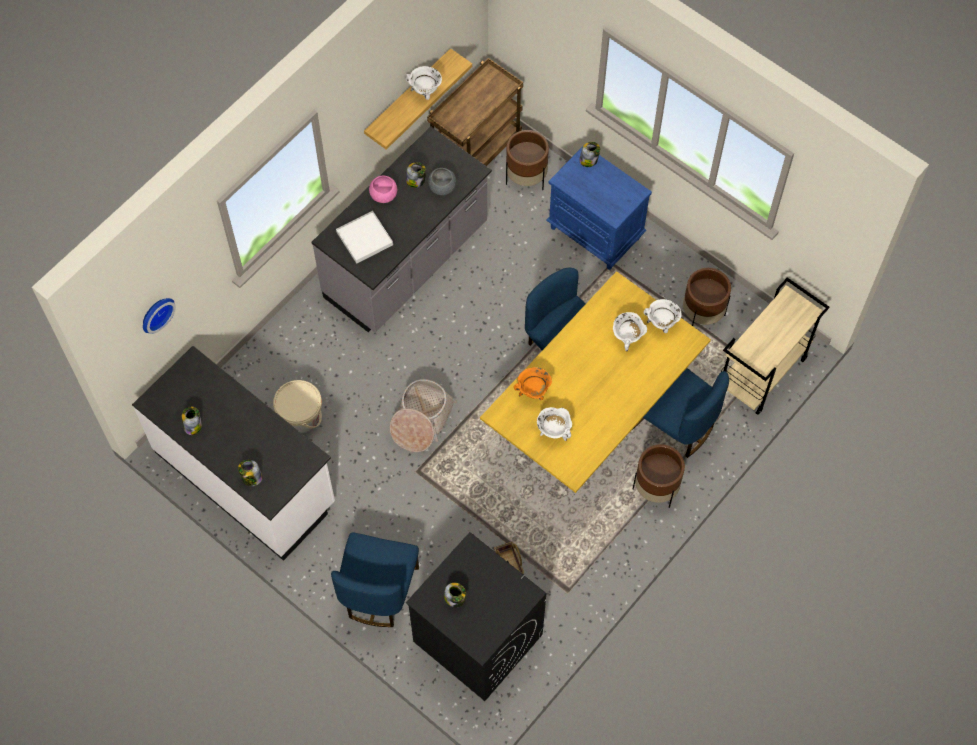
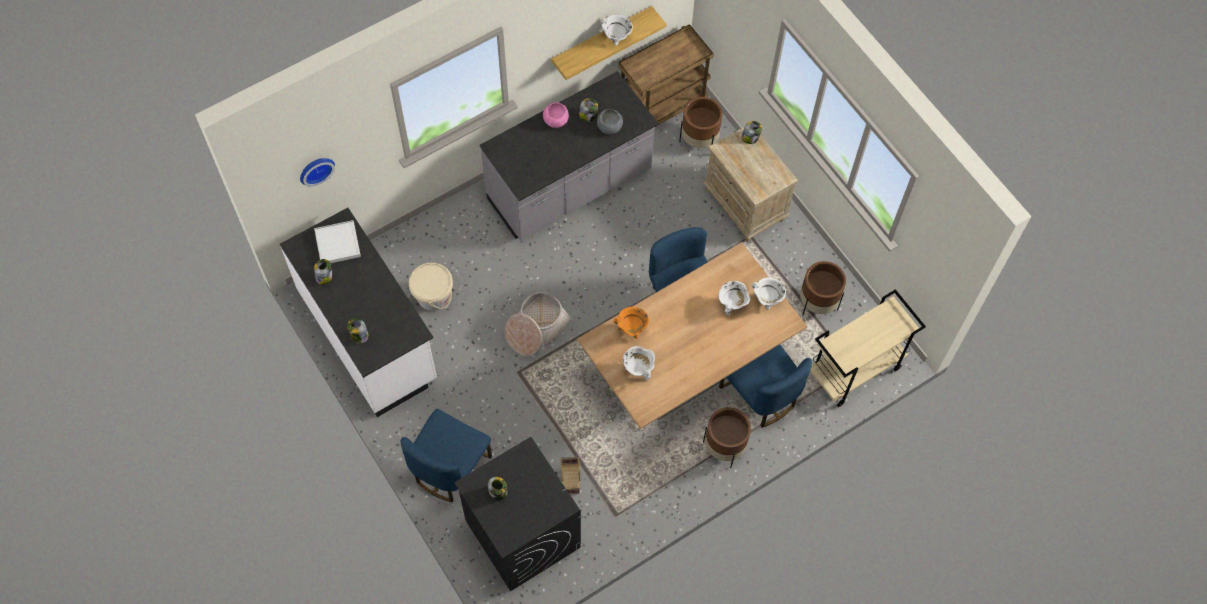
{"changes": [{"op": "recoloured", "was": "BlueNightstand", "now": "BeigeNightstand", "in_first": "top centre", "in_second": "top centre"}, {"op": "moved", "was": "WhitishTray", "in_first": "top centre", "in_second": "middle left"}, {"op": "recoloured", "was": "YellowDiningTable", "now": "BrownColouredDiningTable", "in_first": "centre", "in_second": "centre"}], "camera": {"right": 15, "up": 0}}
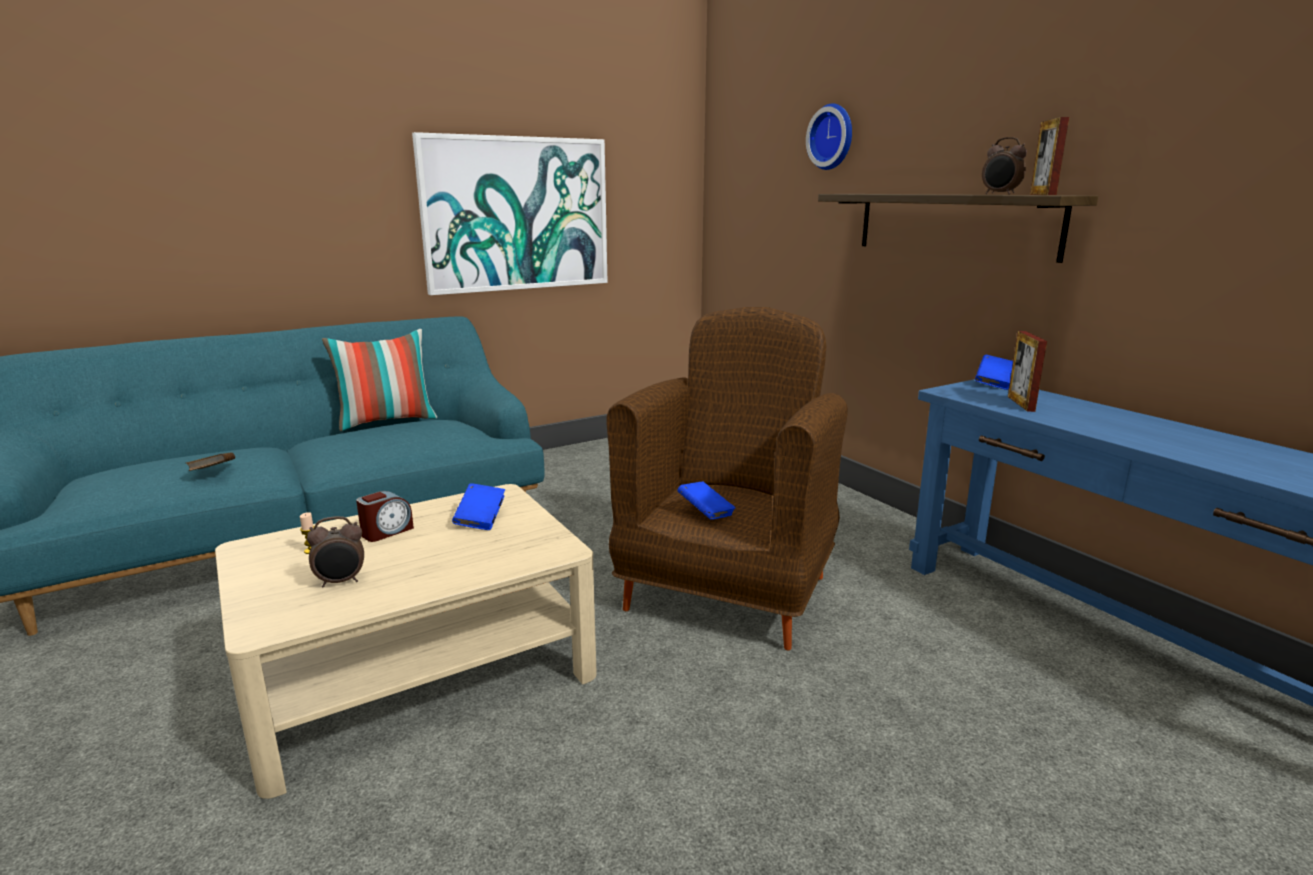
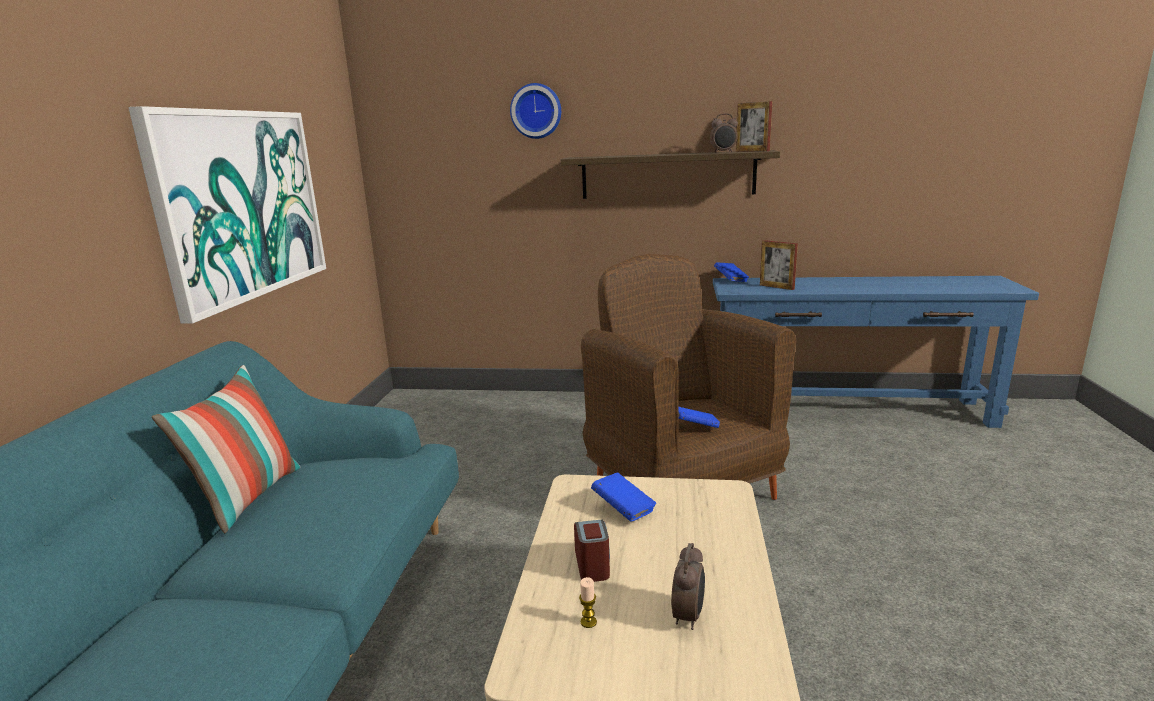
{"changes": [{"op": "removed", "was": "BrownColouredBook", "in_first": "middle left"}], "camera": {"right": -50, "up": 0}}
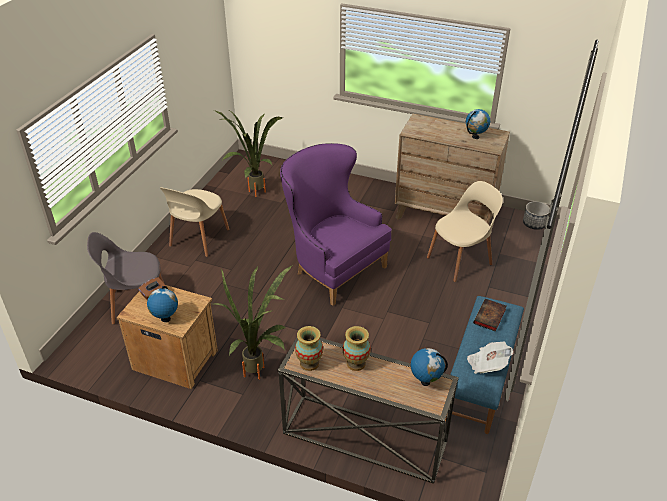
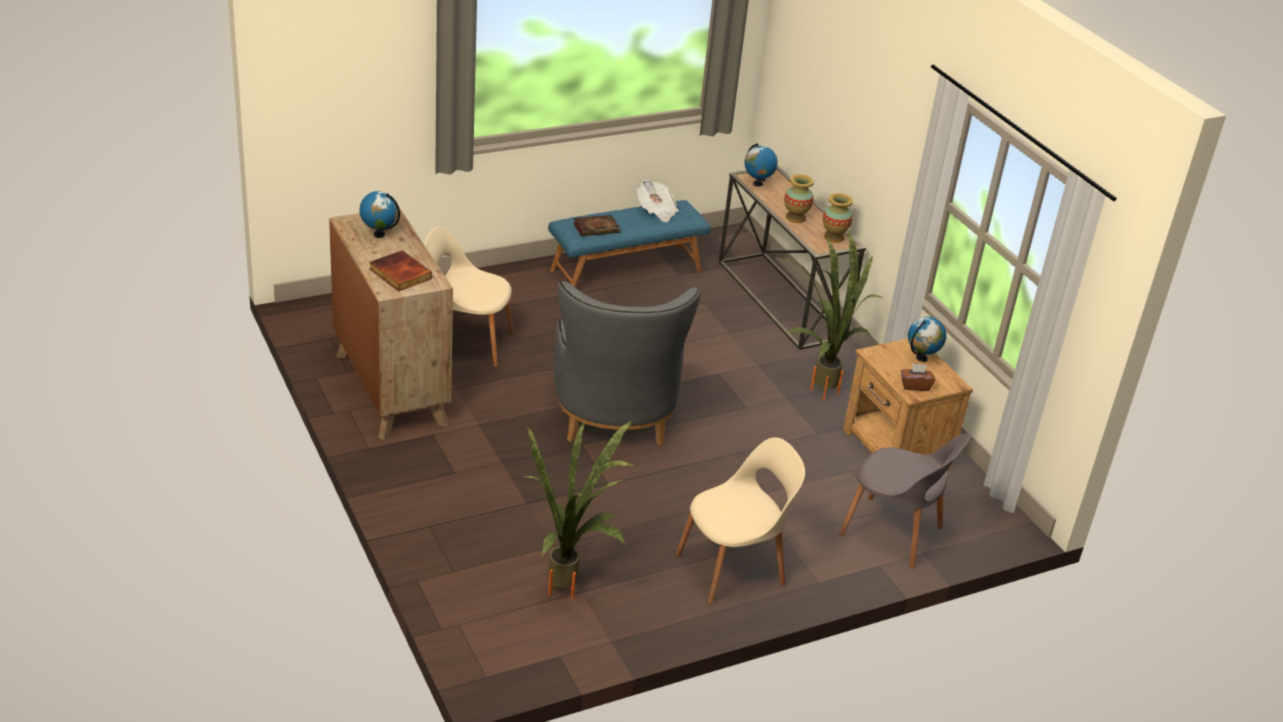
{"changes": [{"op": "recoloured", "was": "PurpleColouredEasyChair", "now": "GreyEasyChair", "in_first": "centre", "in_second": "centre"}, {"op": "removed", "was": "Planter", "in_first": "middle right"}, {"op": "added", "now": "Book (1st from left)", "in_second": "middle left"}], "camera": {"right": -140, "up": -5}}
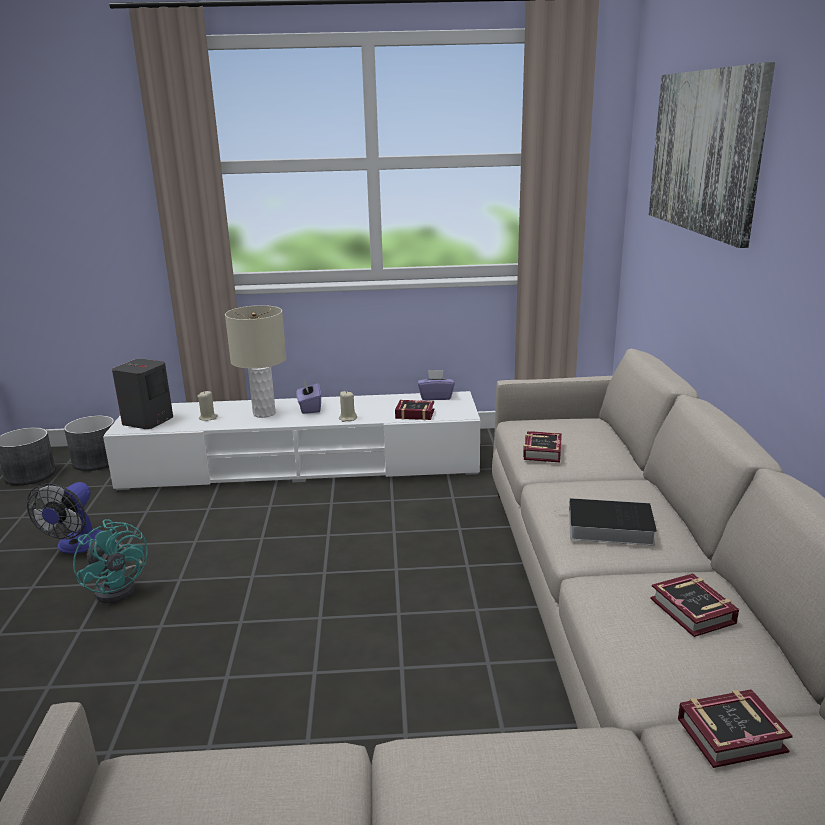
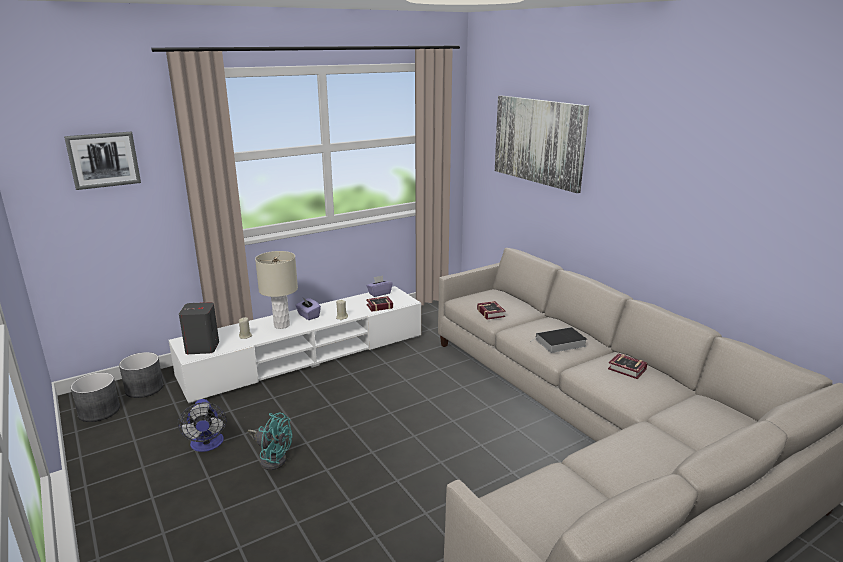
{"changes": [{"op": "removed", "was": "Book (5th from left)", "in_first": "bottom right"}, {"op": "added", "now": "WallArt (1st from left)", "in_second": "top left"}], "camera": {"right": -30, "up": 0}}
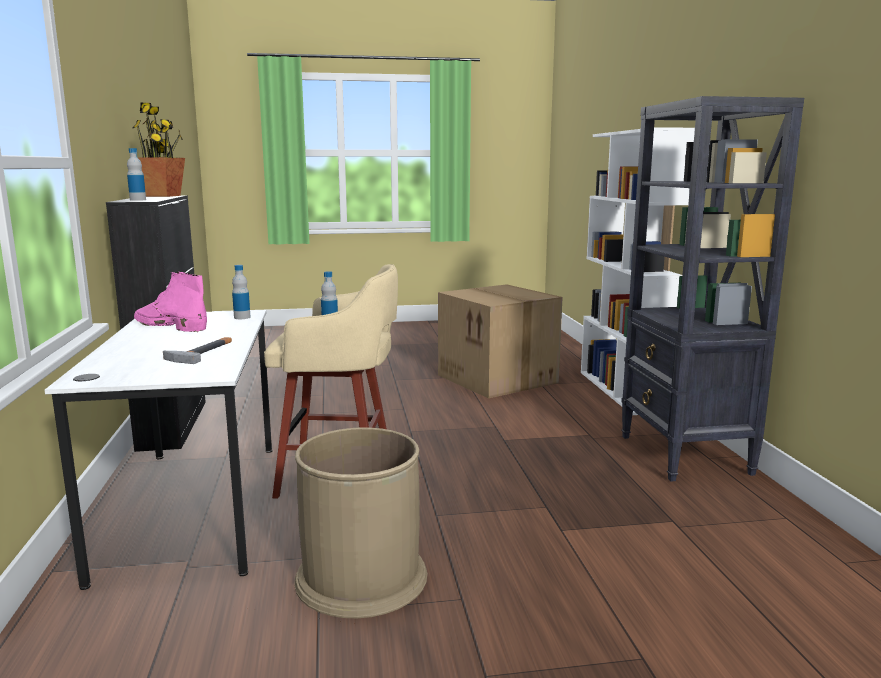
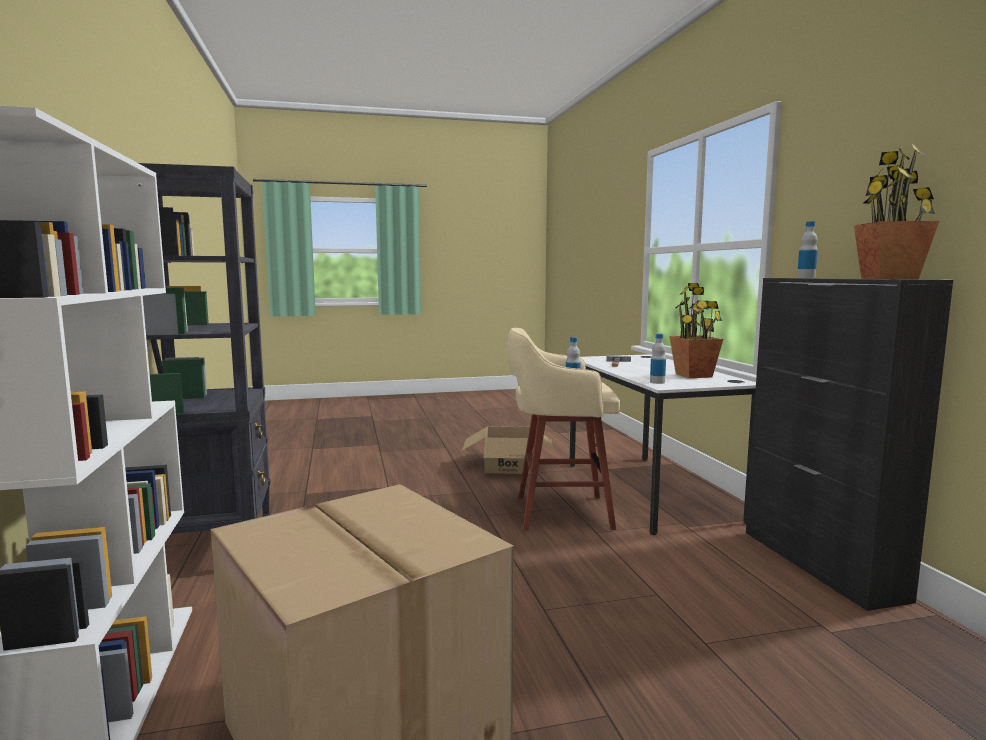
{"changes": [{"op": "replaced", "was": "PinkBoot", "now": "Houseplant (1st from left)", "in_first": "middle left", "in_second": "middle right"}, {"op": "replaced", "was": "BrownColouredWasteBin", "now": "CardboardBox (2nd from left)", "in_first": "bottom centre", "in_second": "centre"}], "camera": {"right": 175, "up": -5}}
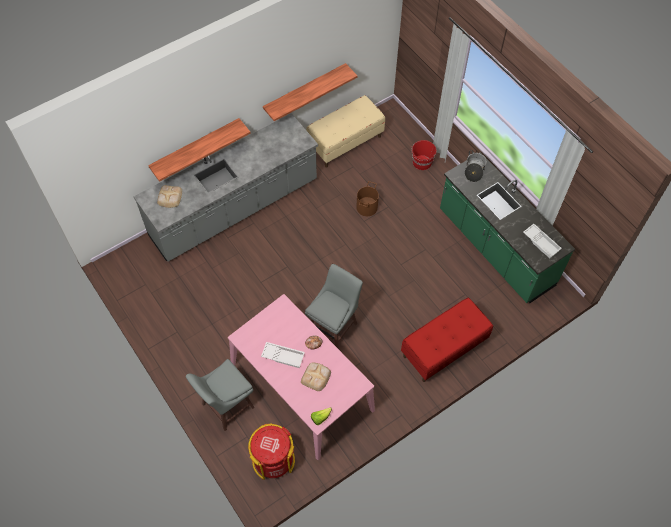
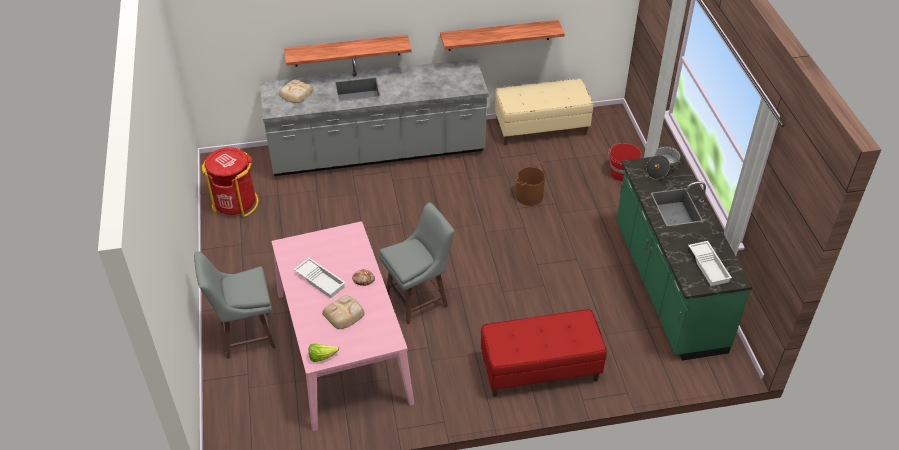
{"changes": [{"op": "moved", "was": "RedColouredWasteBin", "in_first": "bottom centre", "in_second": "middle left"}], "camera": {"right": 25, "up": -15}}
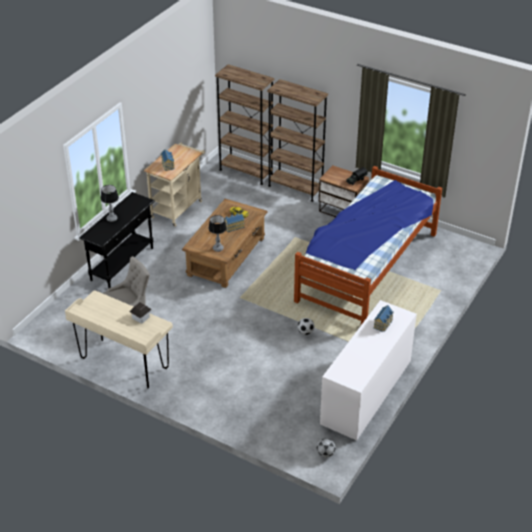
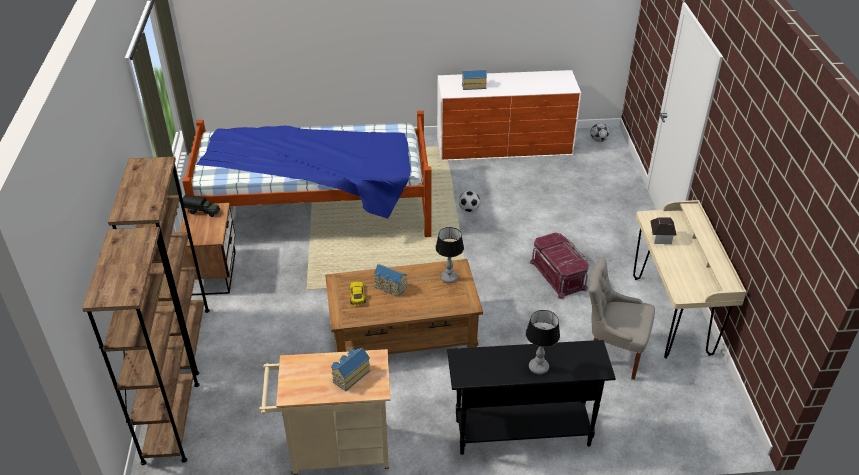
{"changes": [{"op": "added", "now": "RedColouredStorageBin", "in_second": "centre"}], "camera": {"right": -125, "up": 0}}
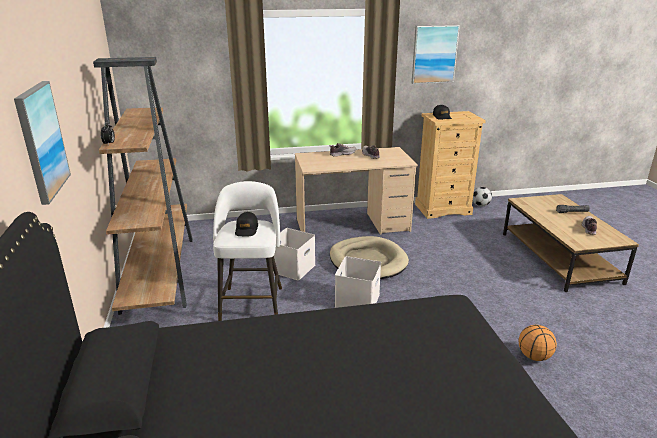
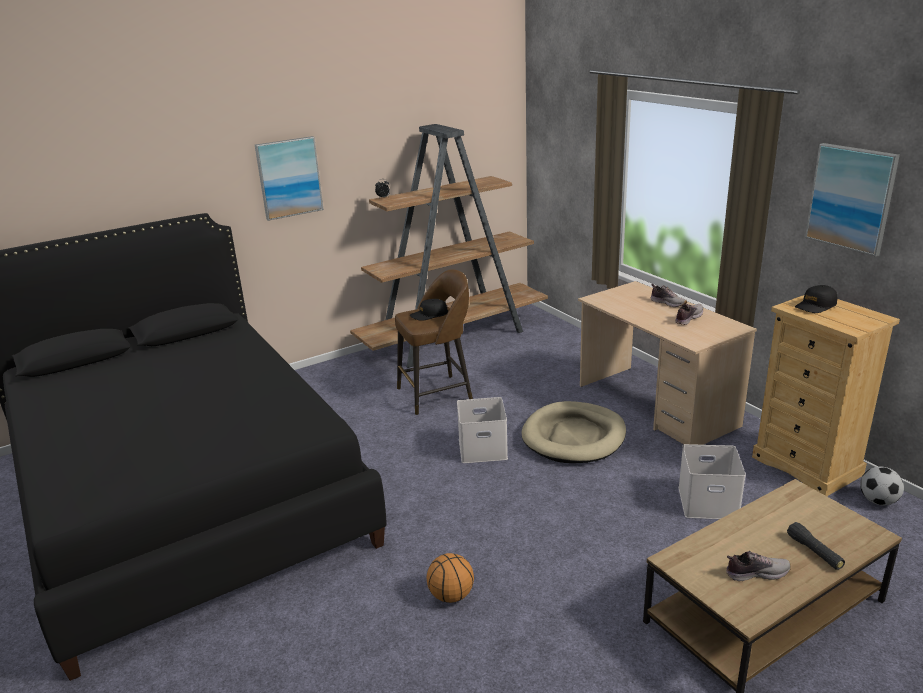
{"changes": [{"op": "recoloured", "was": "WhitishStoolSeat", "now": "BrownColouredStoolSeat", "in_first": "centre", "in_second": "centre"}, {"op": "moved", "was": "WhitishStorageBin (1st from left in the first image)", "now": "WhitishStorageBin (2nd from left)", "in_first": "centre", "in_second": "bottom right"}], "camera": {"right": 70, "up": 0}}
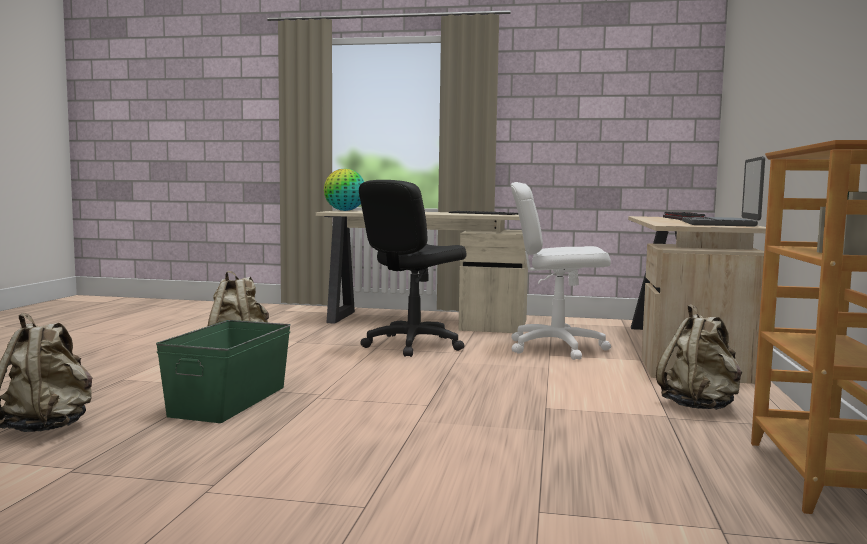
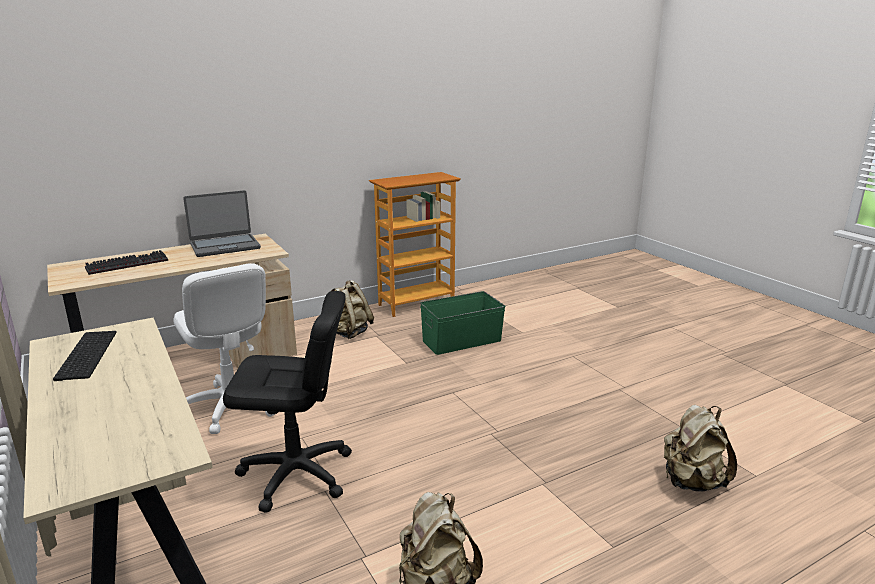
{"changes": [{"op": "removed", "was": "WorldGlobe", "in_first": "centre"}, {"op": "moved", "was": "GreenStorageBin", "in_first": "bottom left", "in_second": "centre"}], "camera": {"right": -130, "up": 15}}
